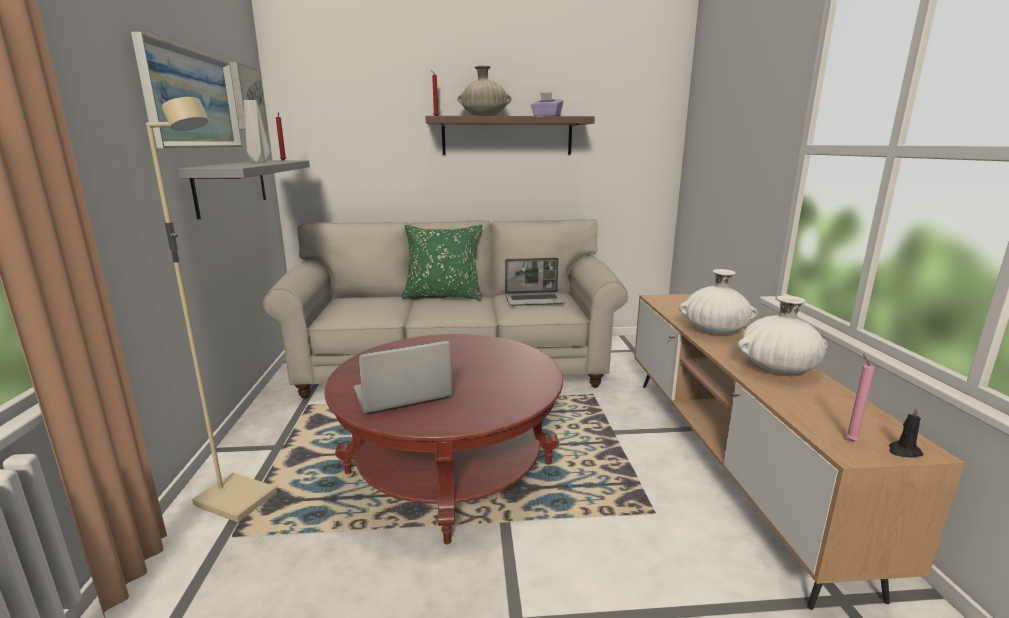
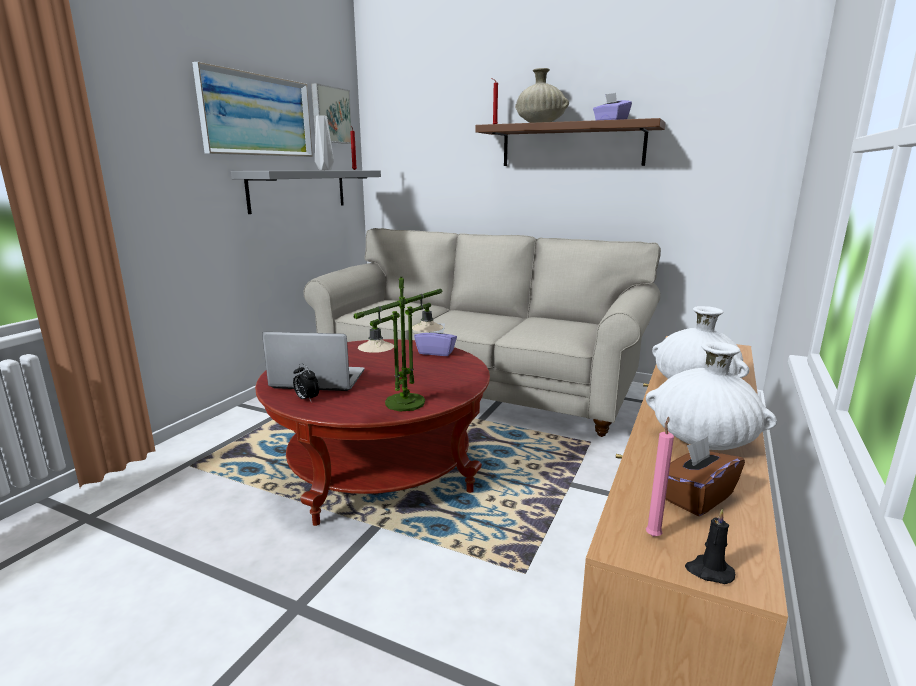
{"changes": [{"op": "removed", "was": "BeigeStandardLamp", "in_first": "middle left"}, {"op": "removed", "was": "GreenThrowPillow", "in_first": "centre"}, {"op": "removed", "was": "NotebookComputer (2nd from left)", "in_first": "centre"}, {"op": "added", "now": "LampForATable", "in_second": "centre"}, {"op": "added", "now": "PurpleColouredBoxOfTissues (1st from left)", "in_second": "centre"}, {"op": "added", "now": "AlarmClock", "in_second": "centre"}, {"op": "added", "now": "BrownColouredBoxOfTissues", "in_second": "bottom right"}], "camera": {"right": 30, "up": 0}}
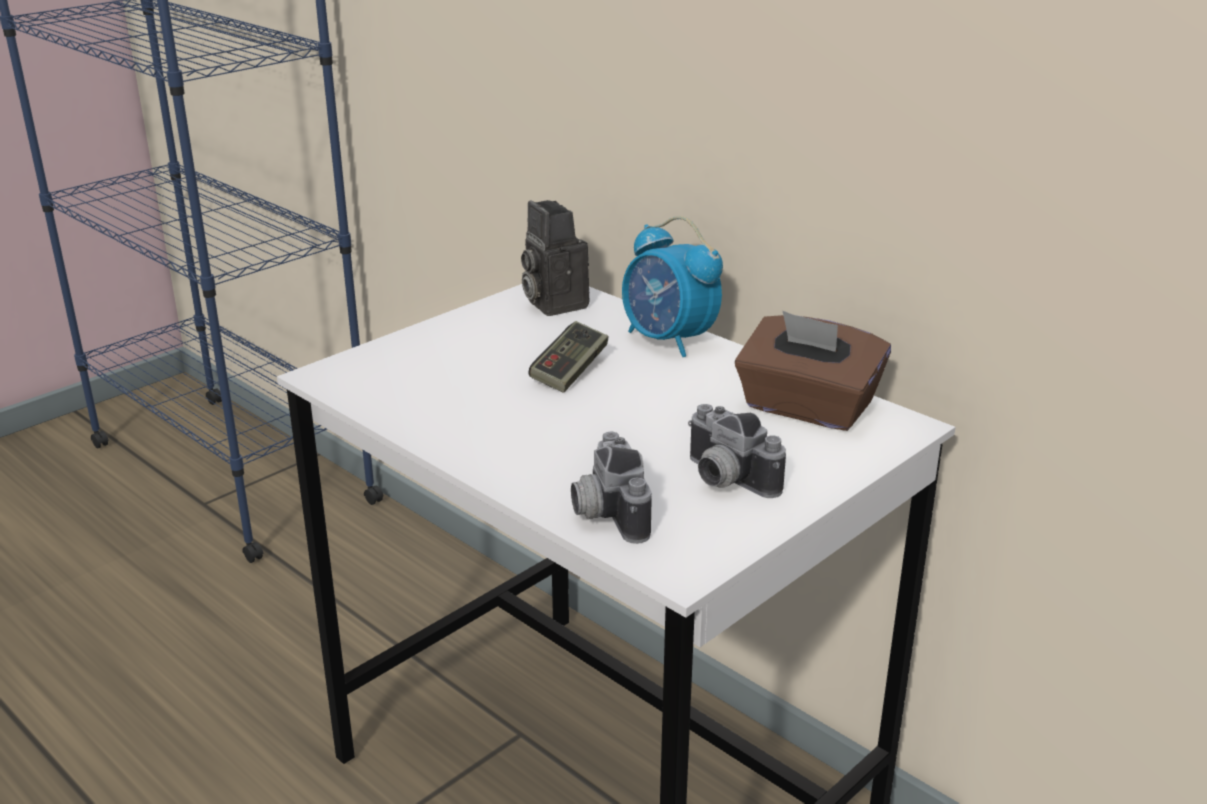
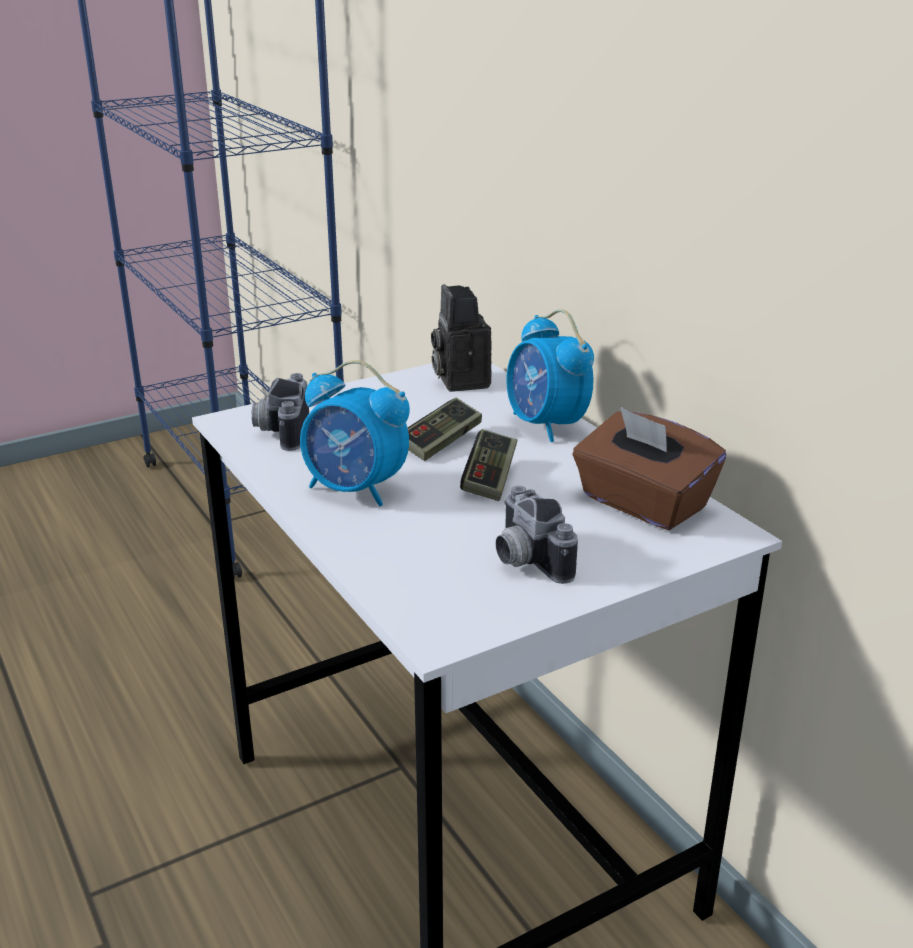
{"changes": [{"op": "moved", "was": "PhotoCamera (2nd from left in the first image)", "now": "PhotoCamera (1st from left)", "in_first": "centre", "in_second": "middle left"}, {"op": "added", "now": "AlarmClock (1st from left)", "in_second": "centre"}, {"op": "added", "now": "Gamepad (2nd from left)", "in_second": "centre"}], "camera": {"right": 15, "up": 0}}
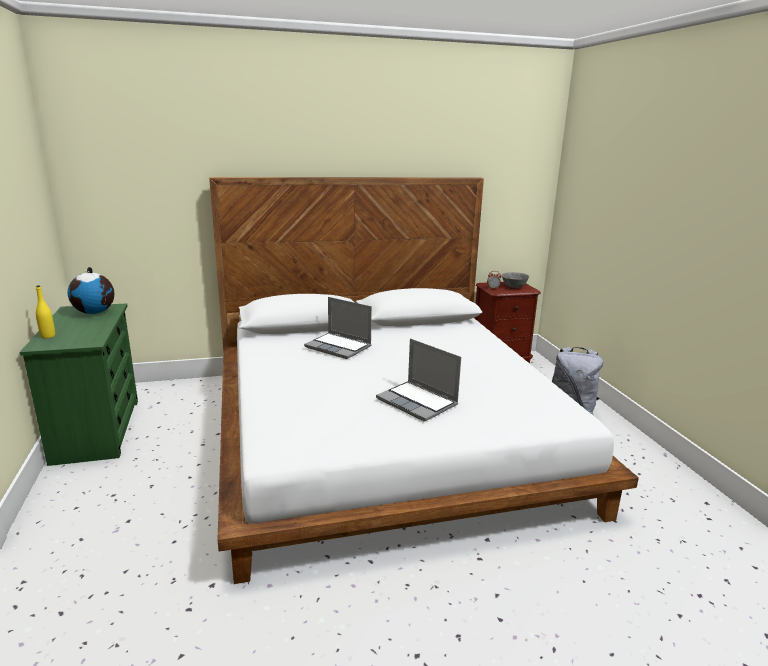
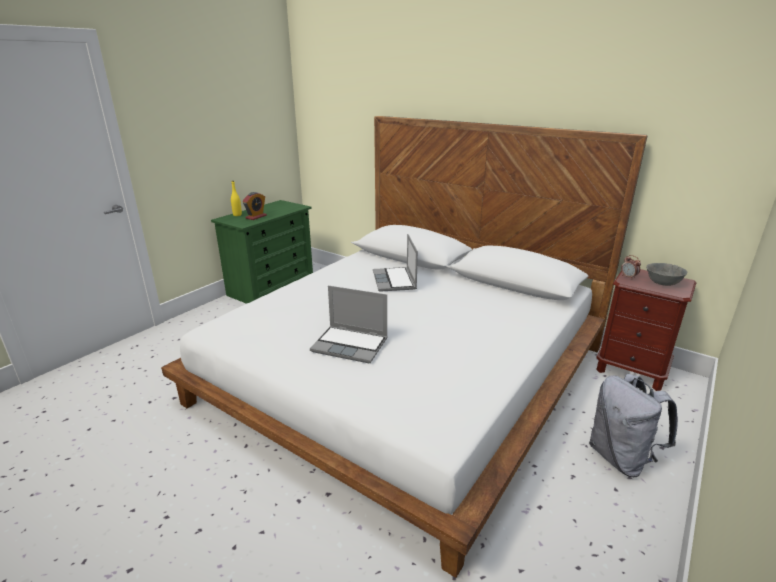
{"changes": [{"op": "removed", "was": "WorldGlobe", "in_first": "middle left"}, {"op": "turned", "was": "NotebookComputer (2nd from left in the first image)", "in_first": "centre", "in_second": "centre", "clockwise": -75}, {"op": "added", "now": "AlarmClock (1st from left)", "in_second": "middle left"}], "camera": {"right": 50, "up": 5}}
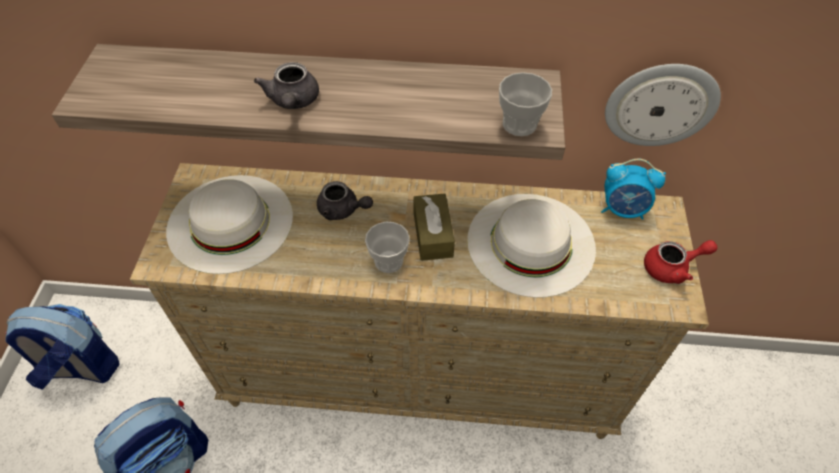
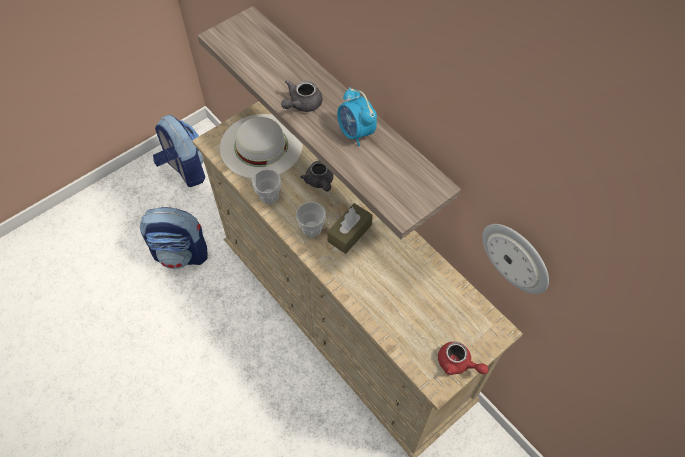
{"changes": [{"op": "moved", "was": "DrinkingCup (2nd from left in the first image)", "now": "DrinkingCup (1st from left)", "in_first": "top centre", "in_second": "centre"}, {"op": "moved", "was": "AlarmClock", "in_first": "middle right", "in_second": "top centre"}, {"op": "removed", "was": "WhitishHat (2nd from left)", "in_first": "centre"}], "camera": {"right": 45, "up": 5}}
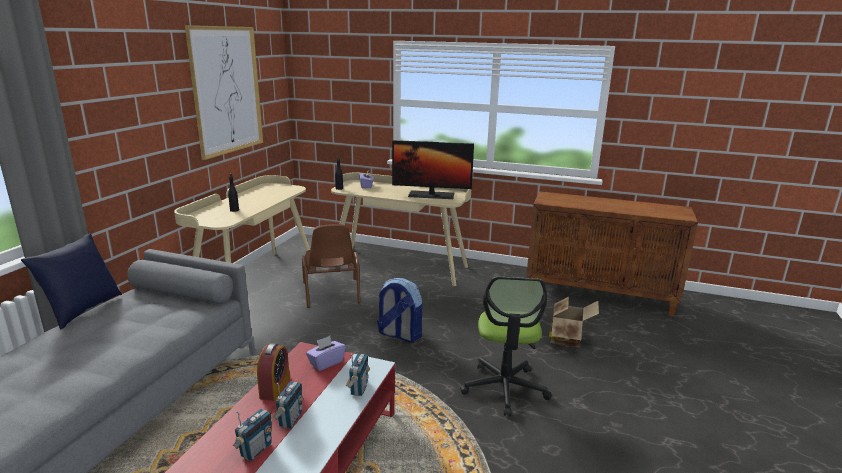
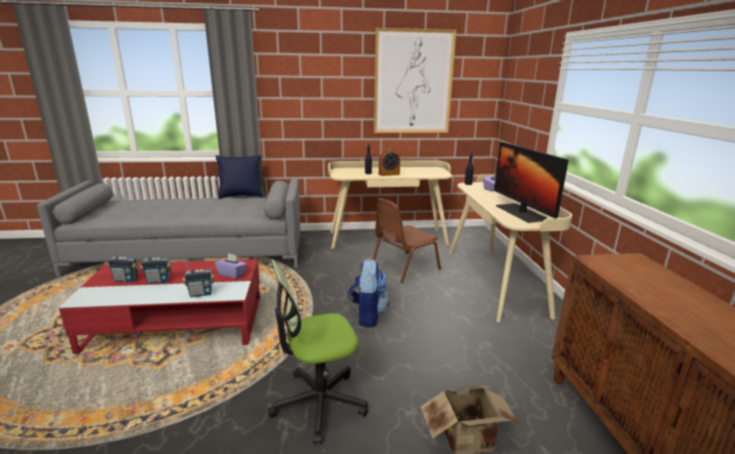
{"changes": [{"op": "moved", "was": "AlarmClock", "in_first": "bottom left", "in_second": "centre"}], "camera": {"right": 65, "up": 0}}
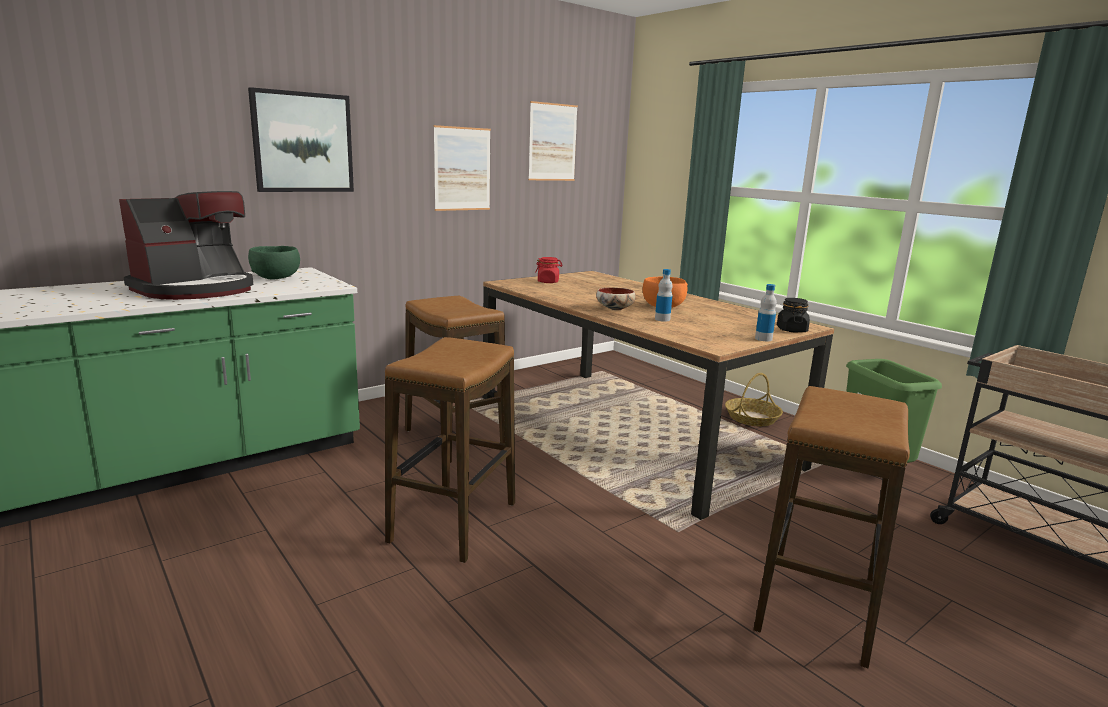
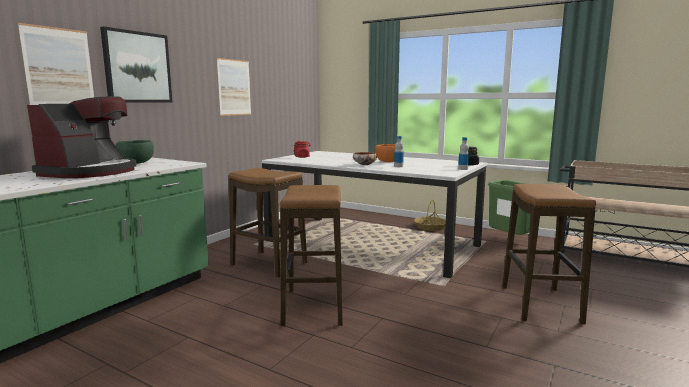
{"changes": [{"op": "moved", "was": "WallArt (3rd from left in the first image)", "now": "WallArt (1st from left)", "in_first": "top centre", "in_second": "top left"}, {"op": "recoloured", "was": "BrownColouredDiningTable", "now": "WhitishDiningTable", "in_first": "centre", "in_second": "centre"}], "camera": {"right": -20, "up": -5}}
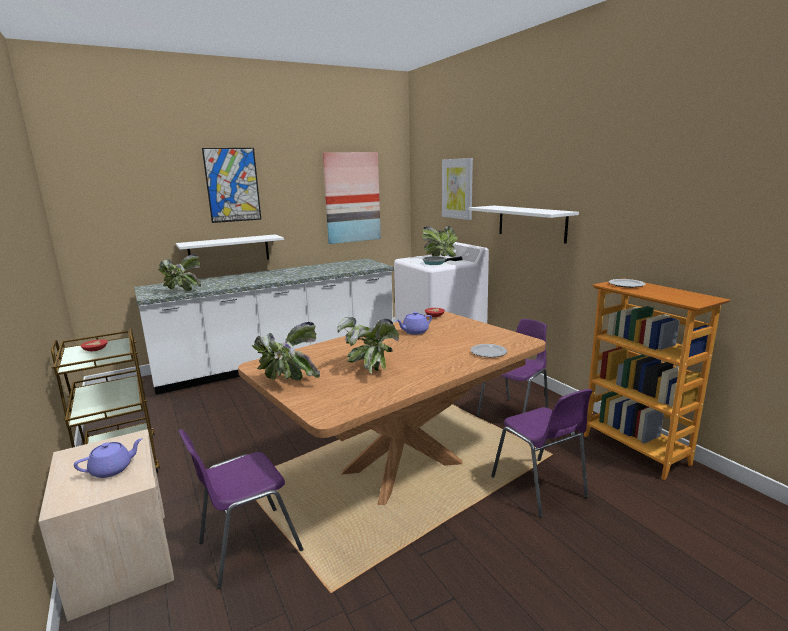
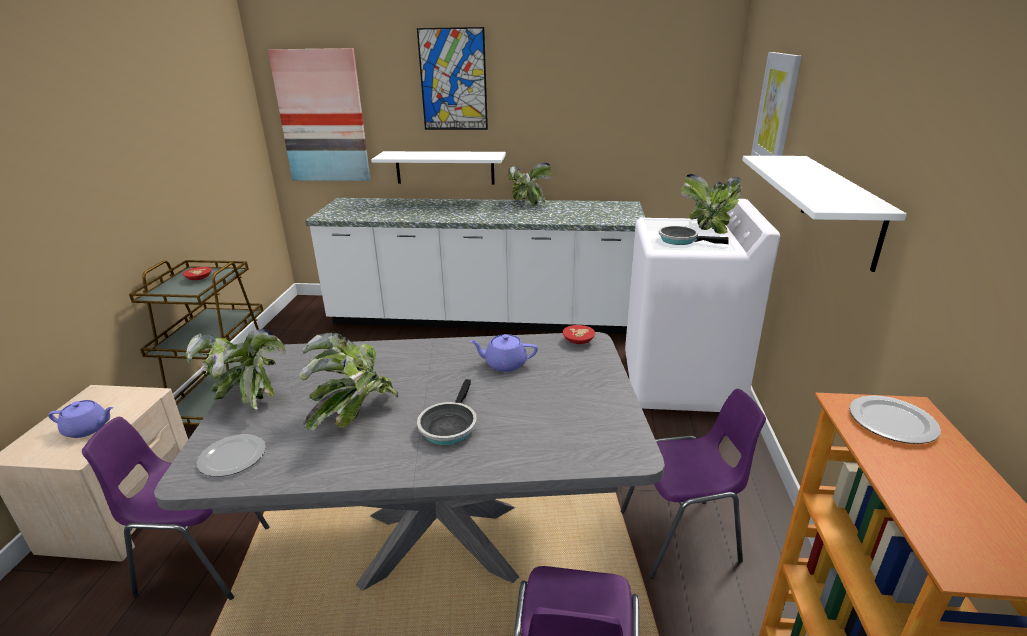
{"changes": [{"op": "moved", "was": "WallArt (2nd from left in the first image)", "now": "WallArt (1st from left)", "in_first": "top centre", "in_second": "top left"}, {"op": "moved", "was": "Houseplant (1st from left in the first image)", "now": "Houseplant (3rd from left)", "in_first": "middle left", "in_second": "top centre"}, {"op": "recoloured", "was": "BrownColouredDiningTable", "now": "GreyDiningTable", "in_first": "centre", "in_second": "bottom centre"}, {"op": "moved", "was": "Plate (1st from left)", "in_first": "centre", "in_second": "bottom left"}, {"op": "added", "now": "Pan (1st from left)", "in_second": "centre"}], "camera": {"right": 35, "up": 10}}
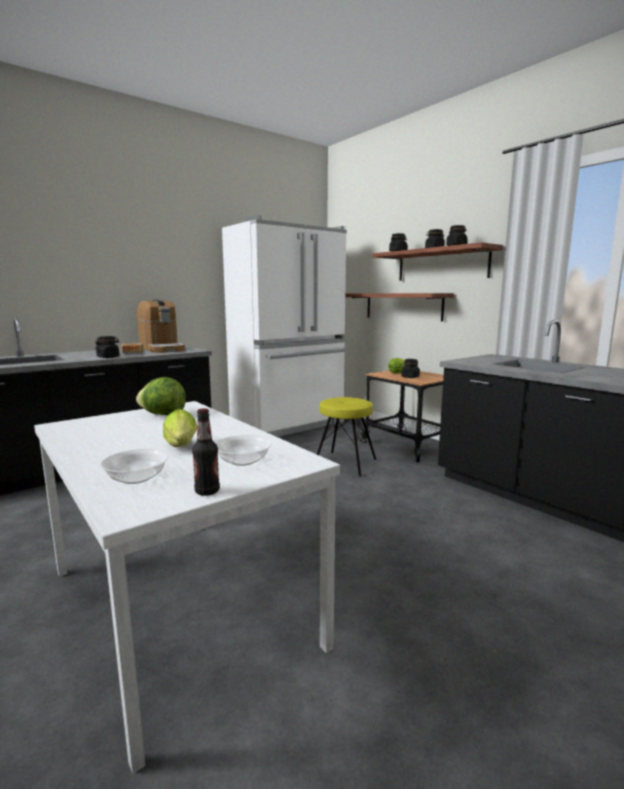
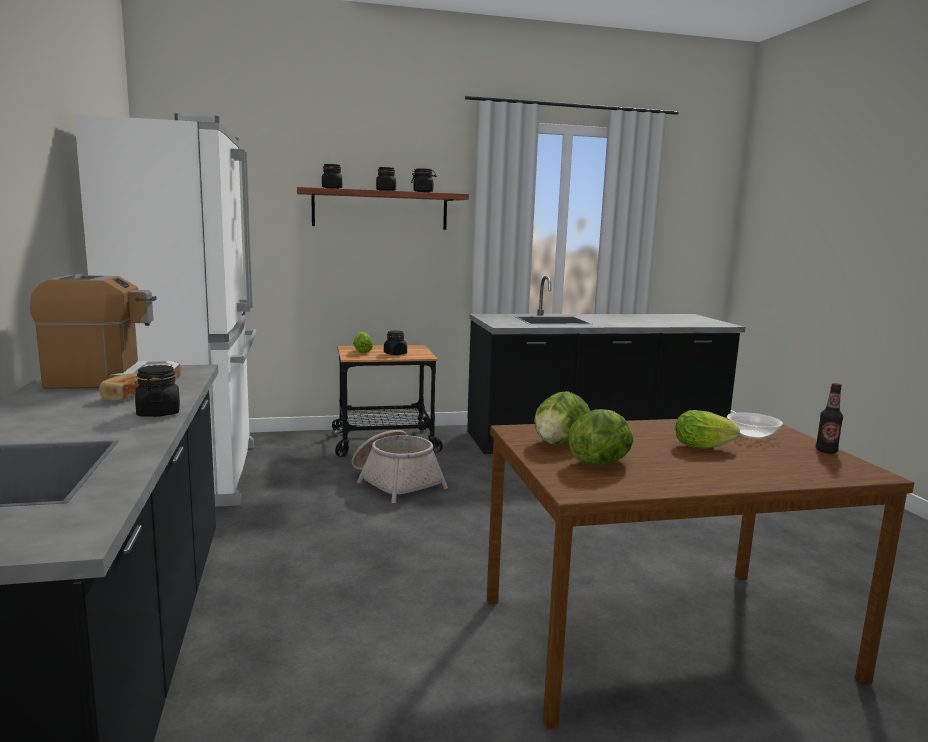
{"changes": [{"op": "removed", "was": "BracketShelf (1st from left)", "in_first": "centre"}, {"op": "replaced", "was": "YellowStoolSeat", "now": "StorageBasket", "in_first": "centre", "in_second": "centre"}, {"op": "recoloured", "was": "WhitishDiningTable", "now": "BrownColouredDiningTable", "in_first": "bottom left", "in_second": "bottom right"}, {"op": "removed", "was": "Bowl (1st from left)", "in_first": "middle left"}, {"op": "added", "now": "Lettuce (3rd from left)", "in_second": "centre"}], "camera": {"right": -65, "up": 0}}
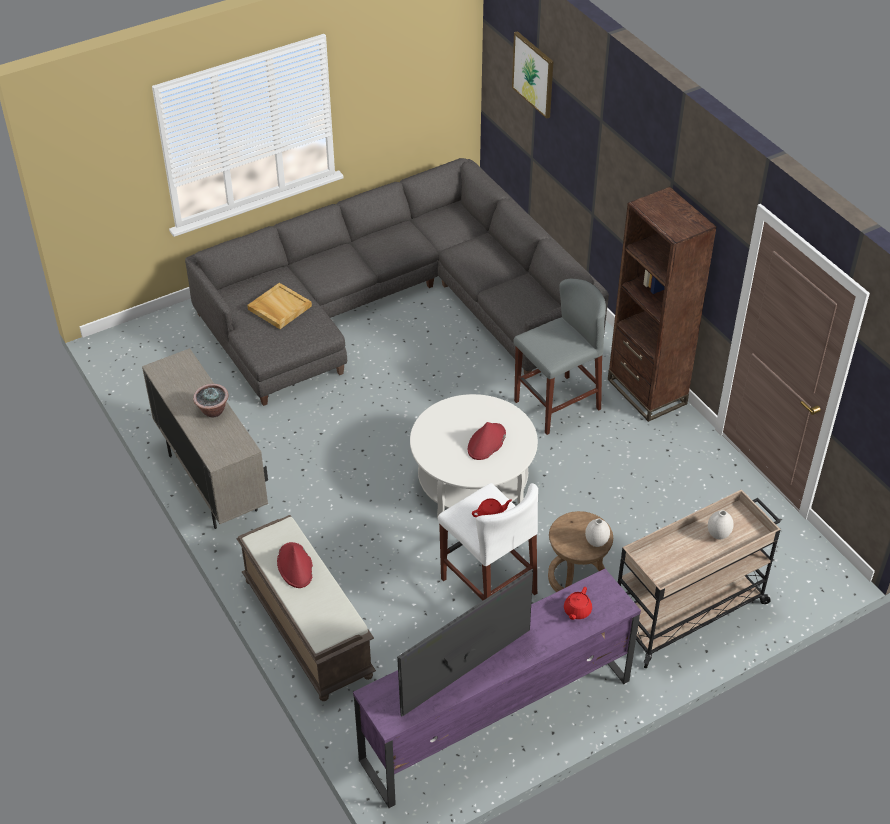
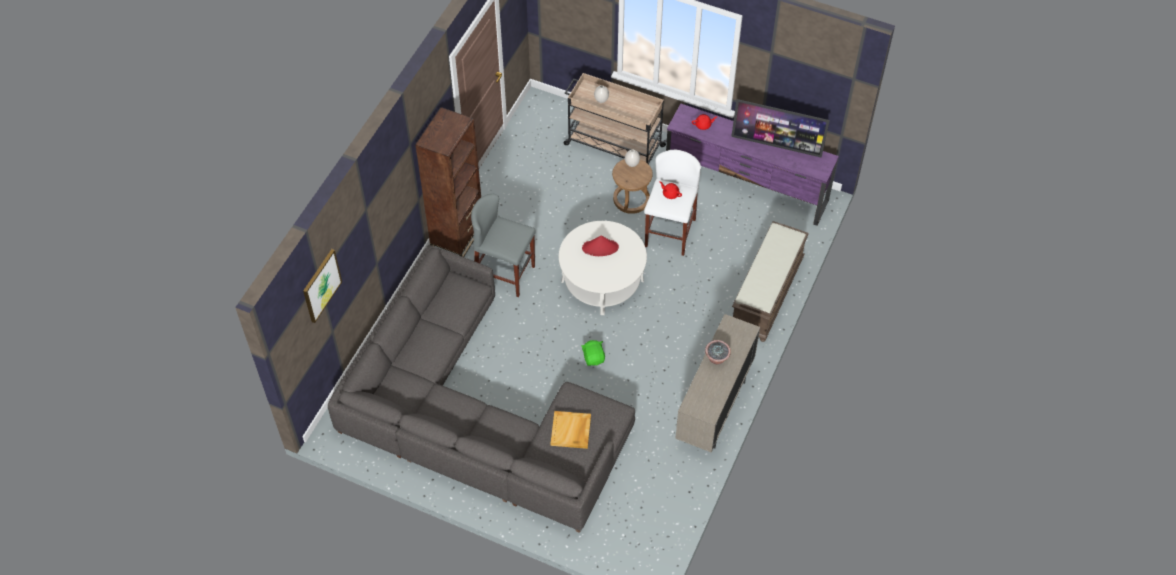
{"changes": [{"op": "removed", "was": "RedColouredHat (1st from left)", "in_first": "bottom left"}, {"op": "added", "now": "GreenSoftToy", "in_second": "centre"}], "camera": {"right": -125, "up": 10}}
